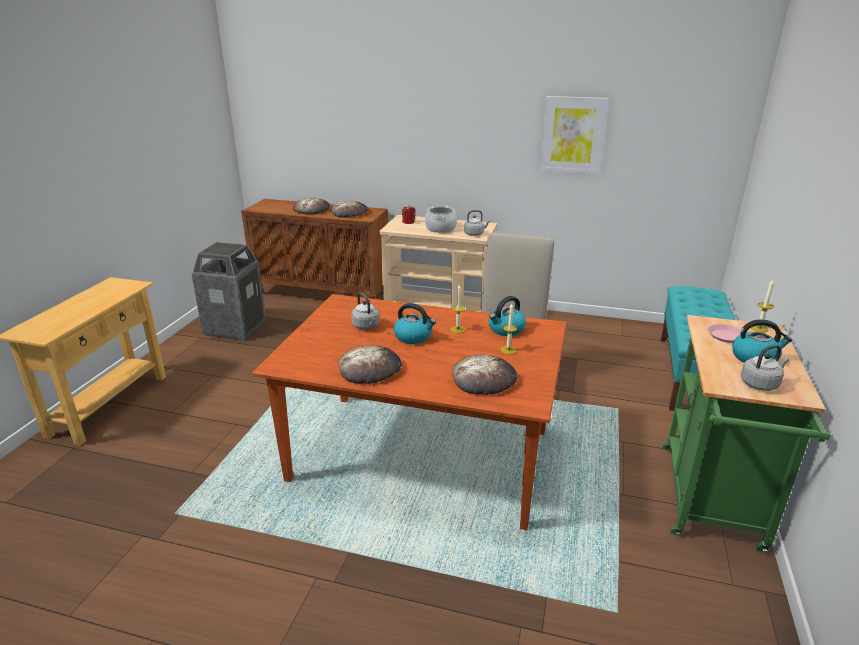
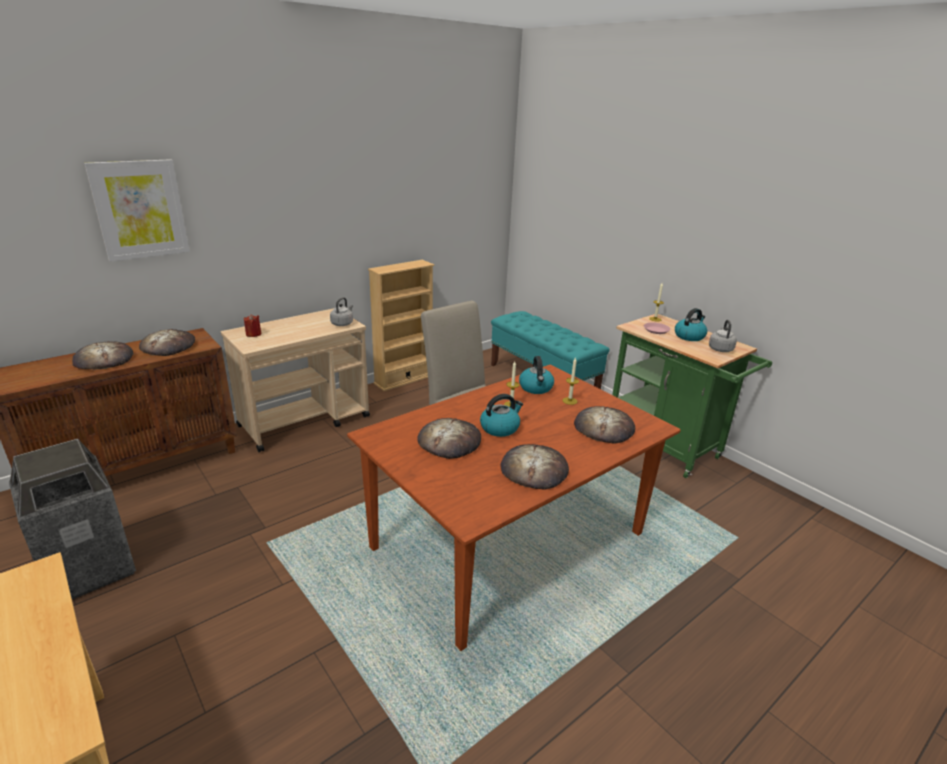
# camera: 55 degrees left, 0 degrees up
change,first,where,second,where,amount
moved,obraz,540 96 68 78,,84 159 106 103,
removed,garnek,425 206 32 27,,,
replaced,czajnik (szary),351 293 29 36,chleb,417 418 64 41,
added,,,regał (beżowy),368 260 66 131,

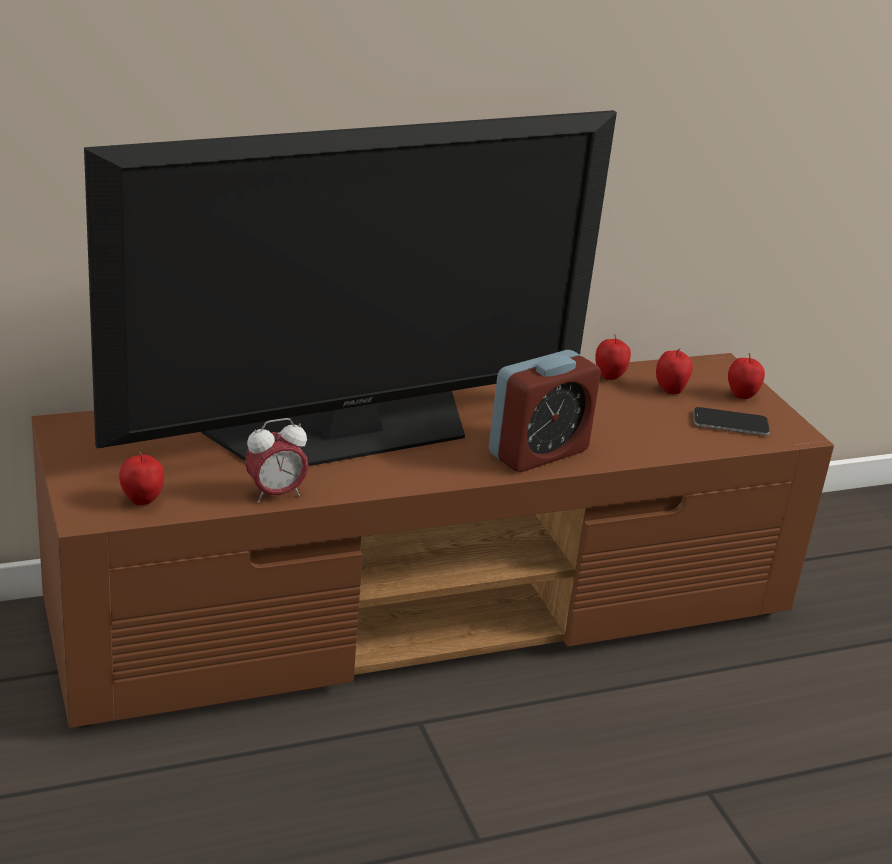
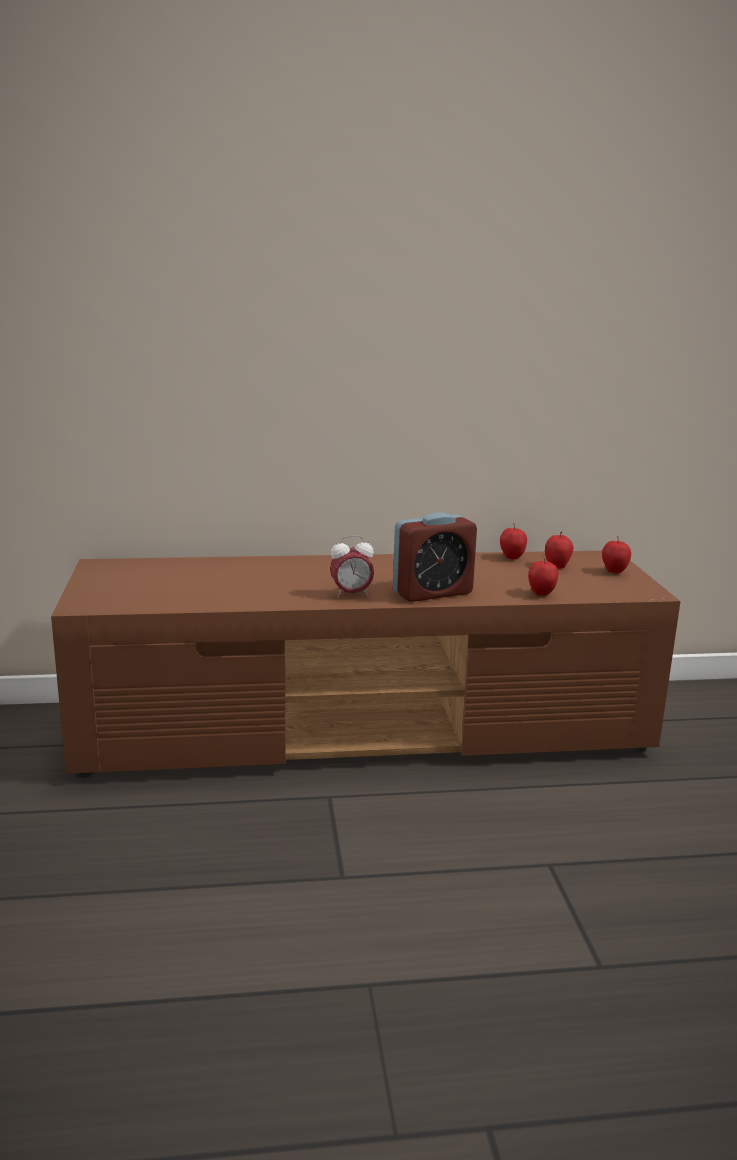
# camera: 15 degrees right, 10 degrees down
change,first,where,second,where,amount
removed,telewizor,84 110 533 356,,,
removed,telefon,694 407 76 29,,,
moved,budzik,245 418 64 85,,330 536 44 62,
moved,jabłko,119 450 45 55,,528 556 30 40,

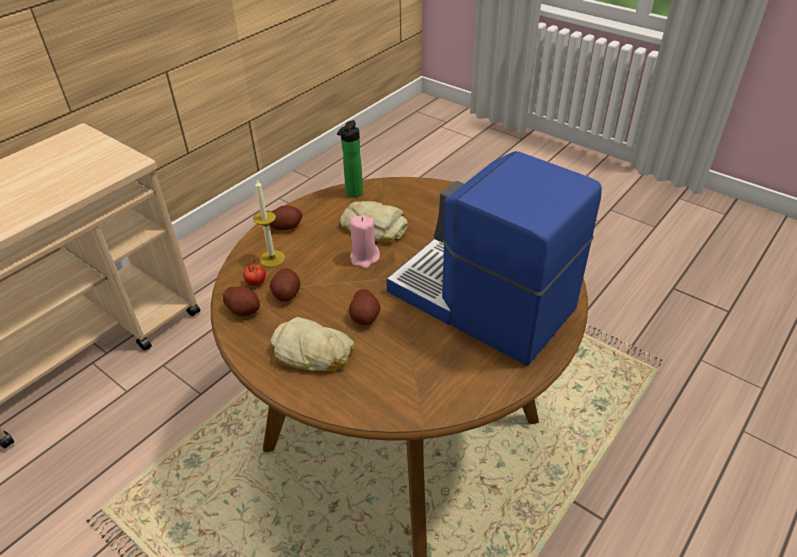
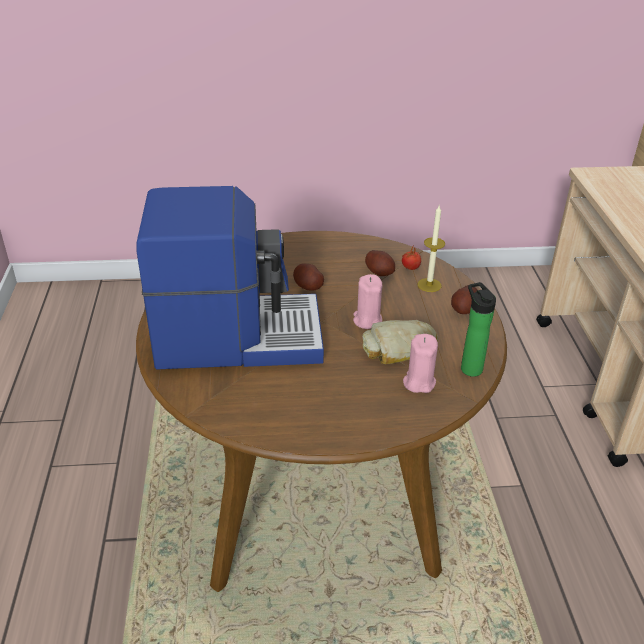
# camera: 135 degrees right, 5 degrees down
change,first,where,second,where,amount
removed,ziemniak,223 287 37 29,,,
removed,chleb,270 317 84 54,,,
added,,,świeca (różowy),403 334 35 59,

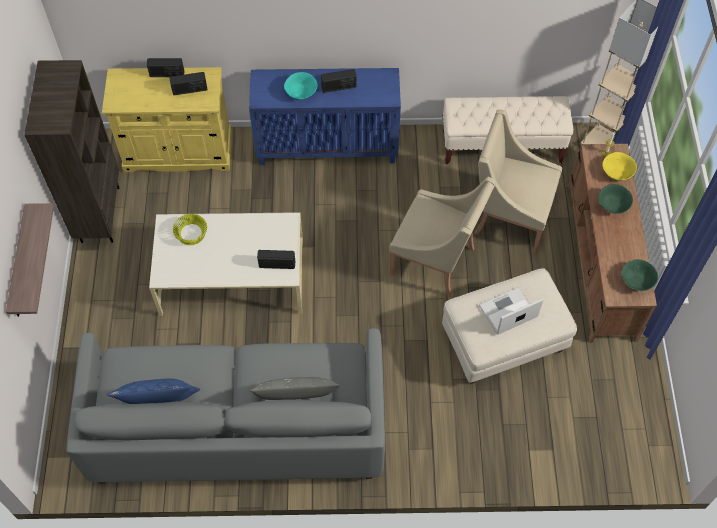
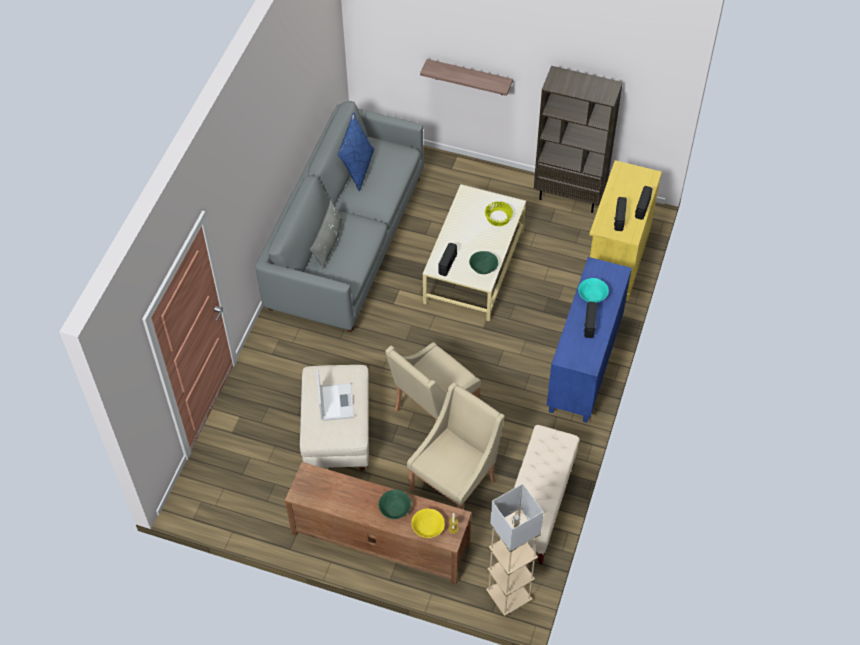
# camera: 110 degrees right, 5 degrees down
change,first,where,second,where,amount
moved,miska (zielony),621 259 37 32,,469 251 29 23,

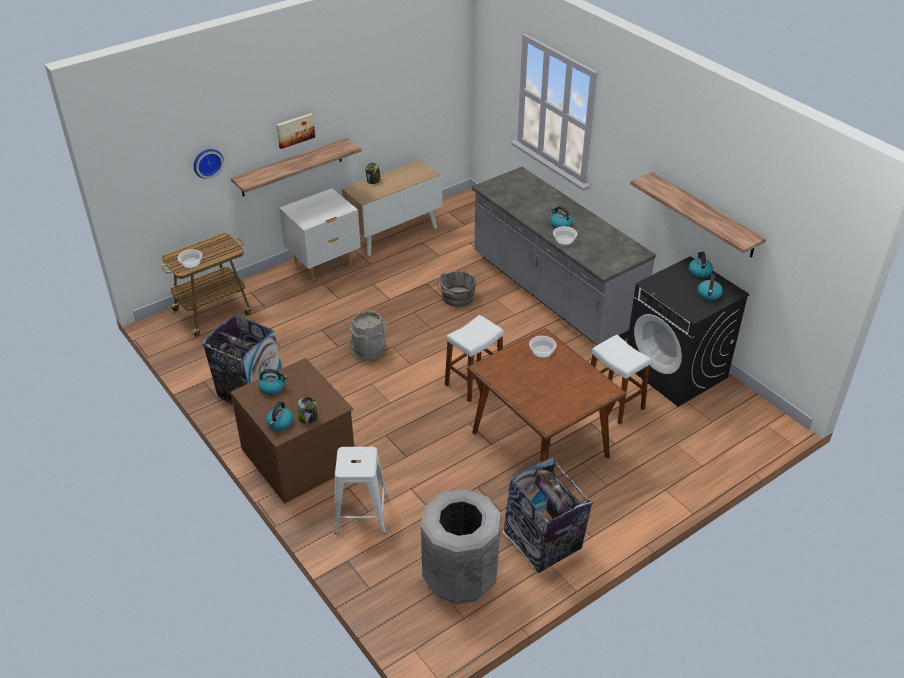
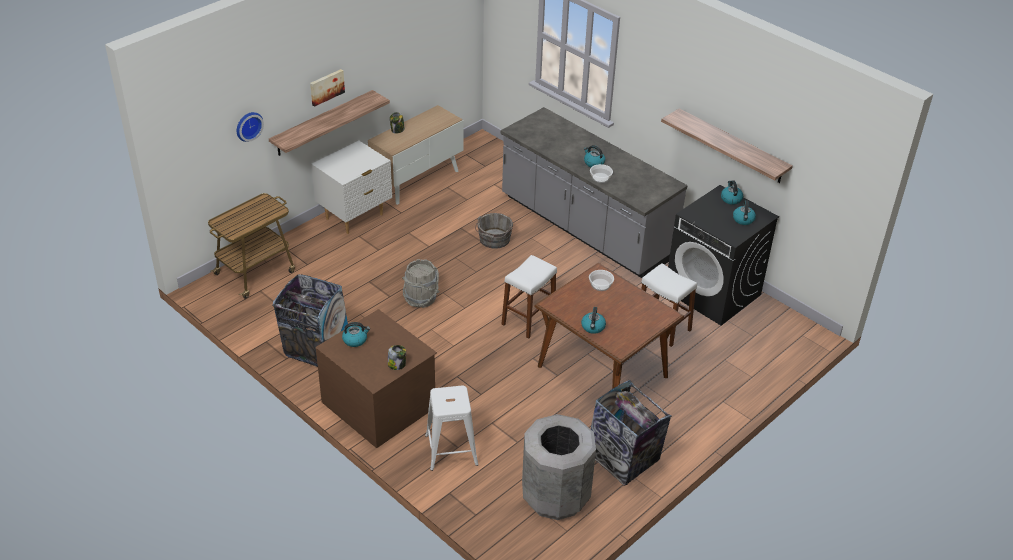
# camera: 10 degrees left, 0 degrees up
change,first,where,second,where,amount
removed,miska,178 249 24 20,,,
moved,czajnik,266 401 27 30,,581 307 25 27,

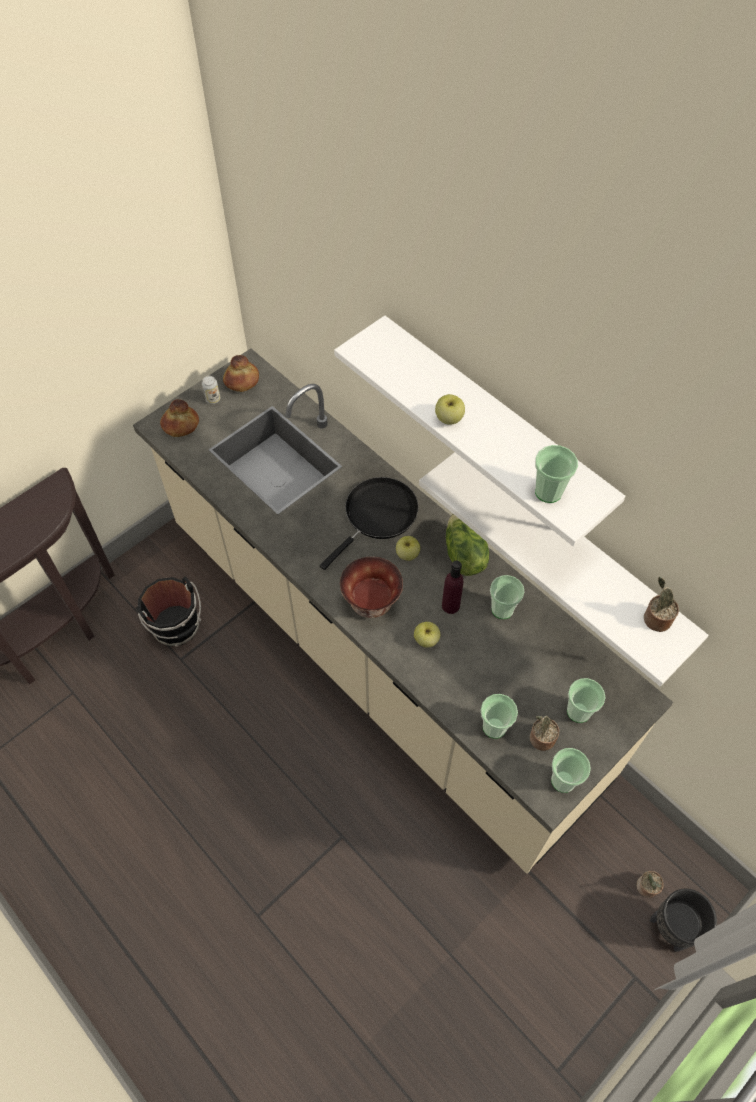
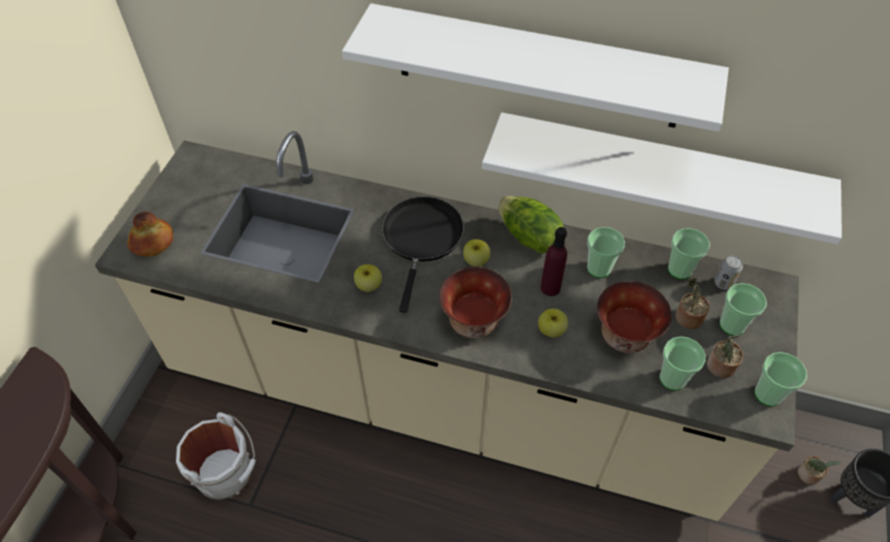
# camera: 30 degrees left, 5 degrees down
change,first,where,second,where,amount
removed,chleb,223 355 36 37,,,
moved,puszka,202 376 18 28,,714 255 29 35,
moved,jabłko,435 394 30 31,,354 264 28 28,
moved,filiżanka,535 445 43 58,,668 228 42 51,
recoloured,wiadro (czarny),136 577 65 70,wiadro (biały),176 412 80 88,
moved,roślina doniczkowa,644 577 35 55,,675 278 34 51,
added,,,miska,597 281 75 72,

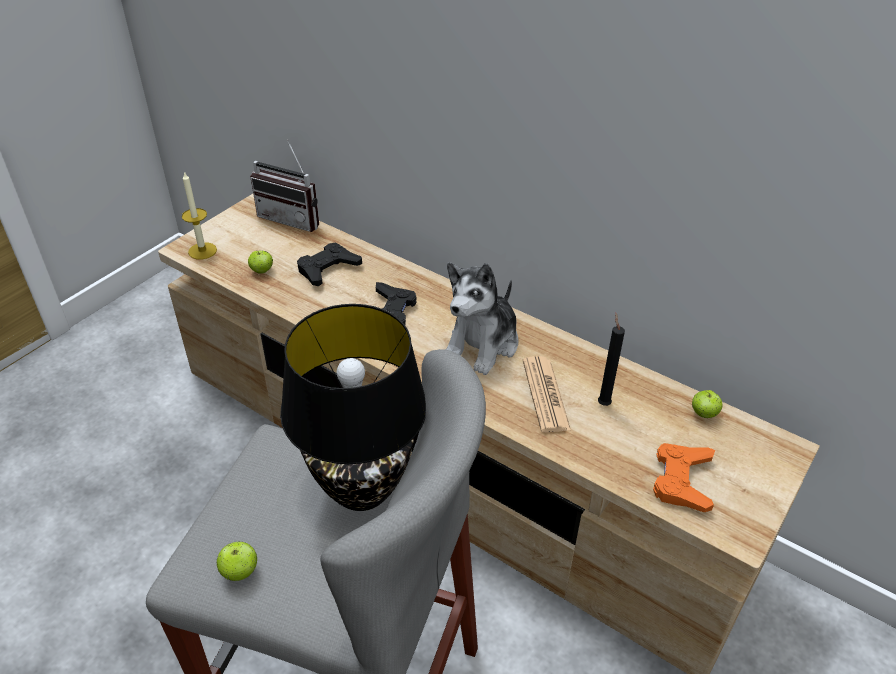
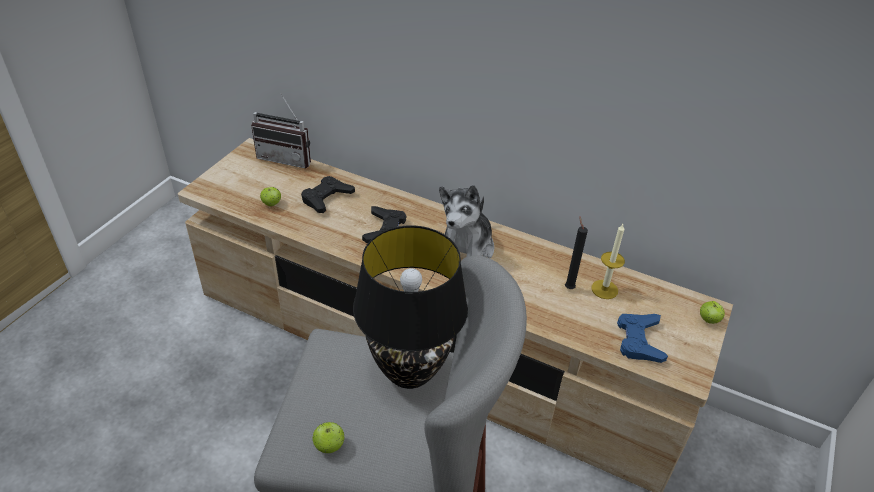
# camera: 10 degrees left, 0 degrees up
change,first,where,second,where,amount
moved,świeca,182 171 35 88,,591 224 34 75,
removed,gazeta,523 356 48 77,,,
moved,jabłko,692 390 30 28,,700 301 25 23,
recoloured,pad do gier (pomarańczowy),653 443 62 69,pad do gier (niebieski),617 314 51 49,

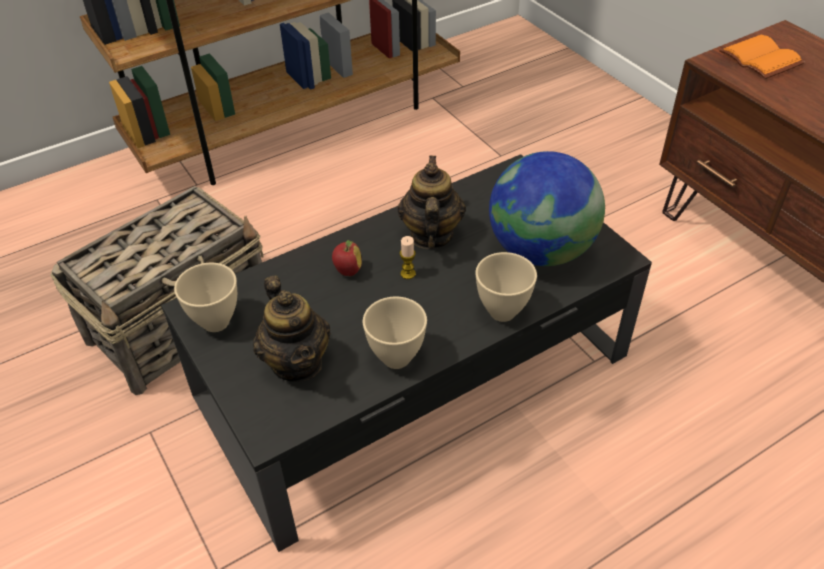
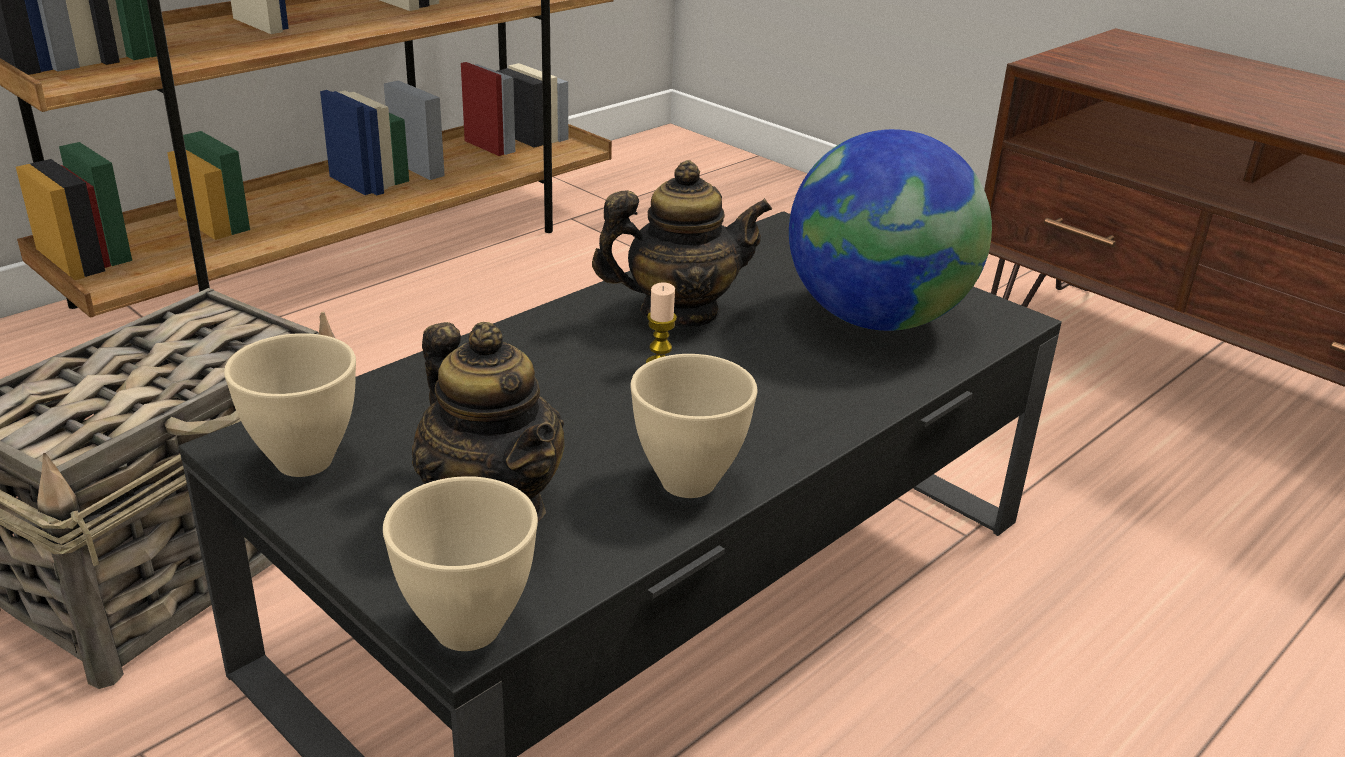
# camera: 15 degrees left, 15 degrees down
change,first,where,second,where,amount
removed,książka (pomarańczowy),719 34 86 45,,,
turned,imbryk,397 156 69 93,,592 160 180 168,90 degrees clockwise
removed,jabłko,332 240 30 36,,,
moved,miska (beżowy),475 252 62 70,,383 476 155 175,

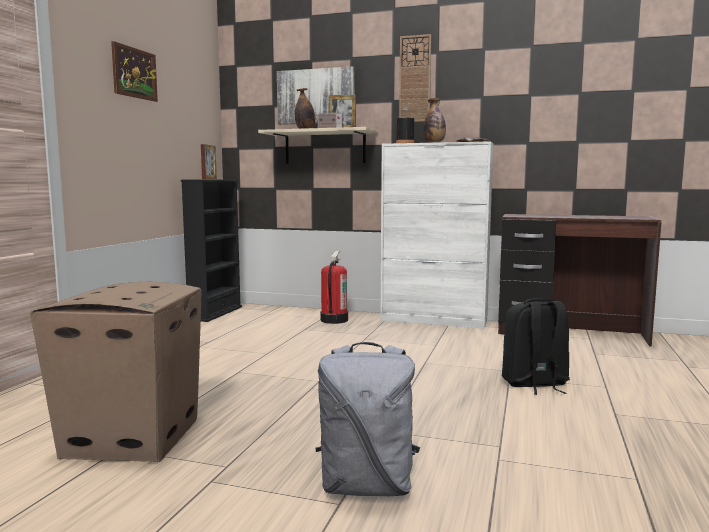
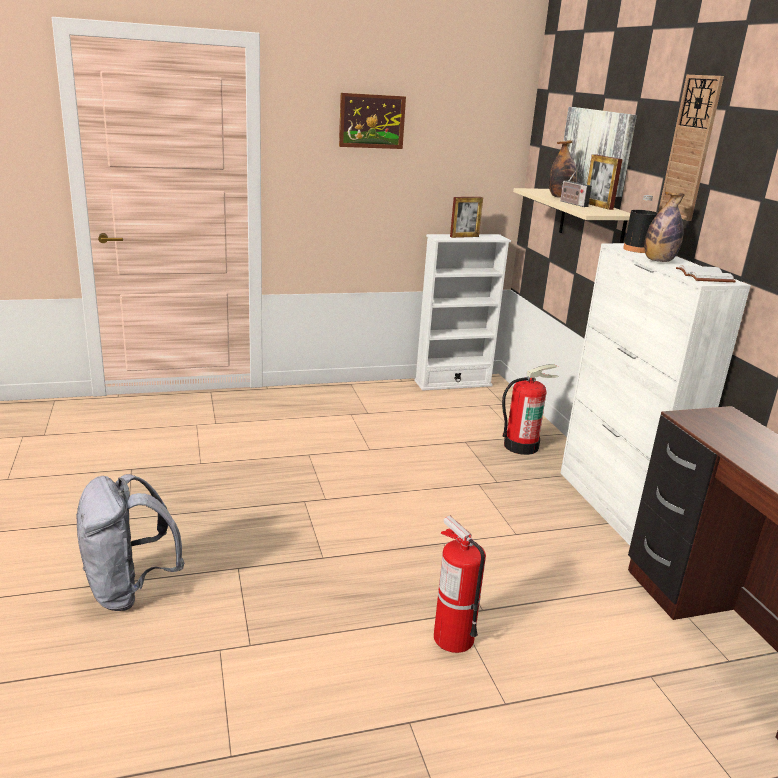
# camera: 55 degrees right, 15 degrees up
change,first,where,second,where,amount
recoloured,regał (czarny),181 180 61 142,regał (biały),414 234 97 157,
removed,karton,30 282 172 180,,,
replaced,plecak (czarny),502 298 68 97,gaśnica,434 516 52 137,

